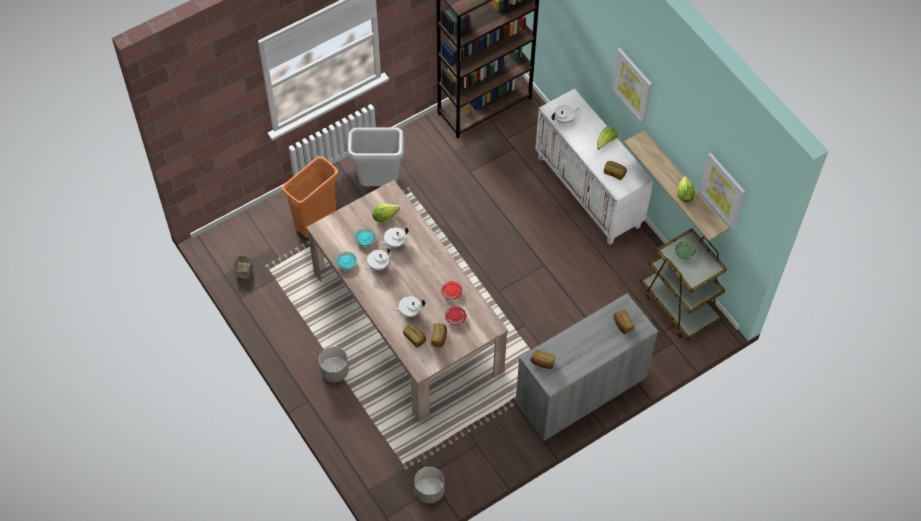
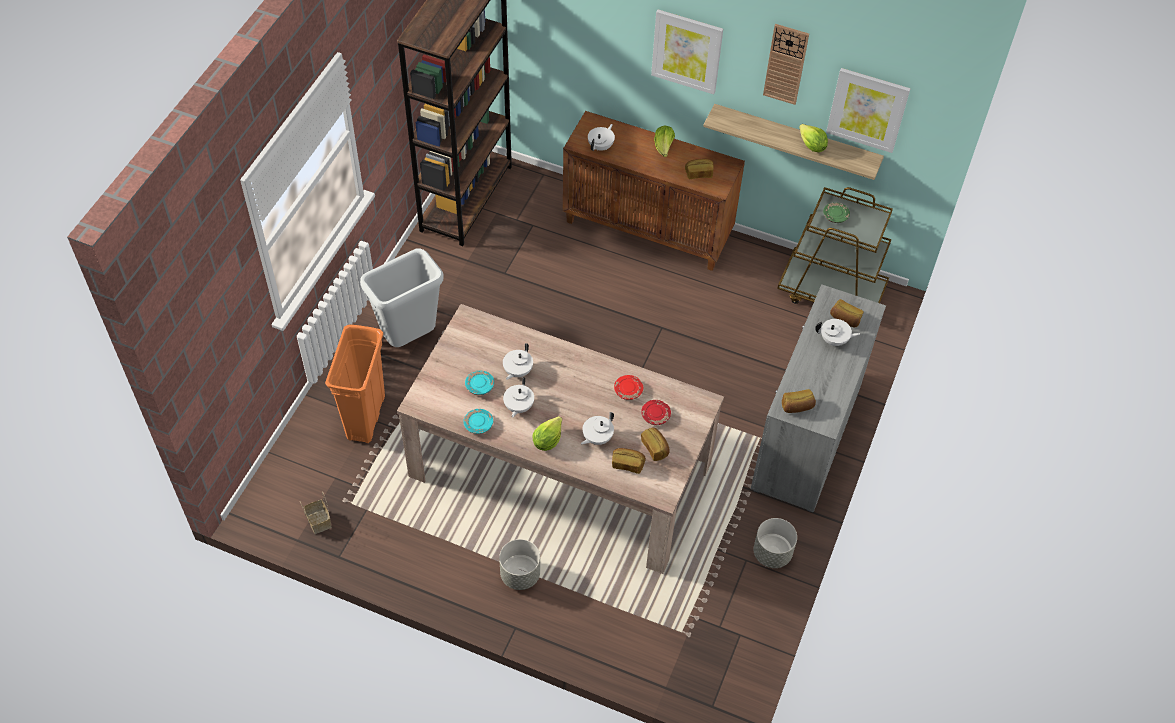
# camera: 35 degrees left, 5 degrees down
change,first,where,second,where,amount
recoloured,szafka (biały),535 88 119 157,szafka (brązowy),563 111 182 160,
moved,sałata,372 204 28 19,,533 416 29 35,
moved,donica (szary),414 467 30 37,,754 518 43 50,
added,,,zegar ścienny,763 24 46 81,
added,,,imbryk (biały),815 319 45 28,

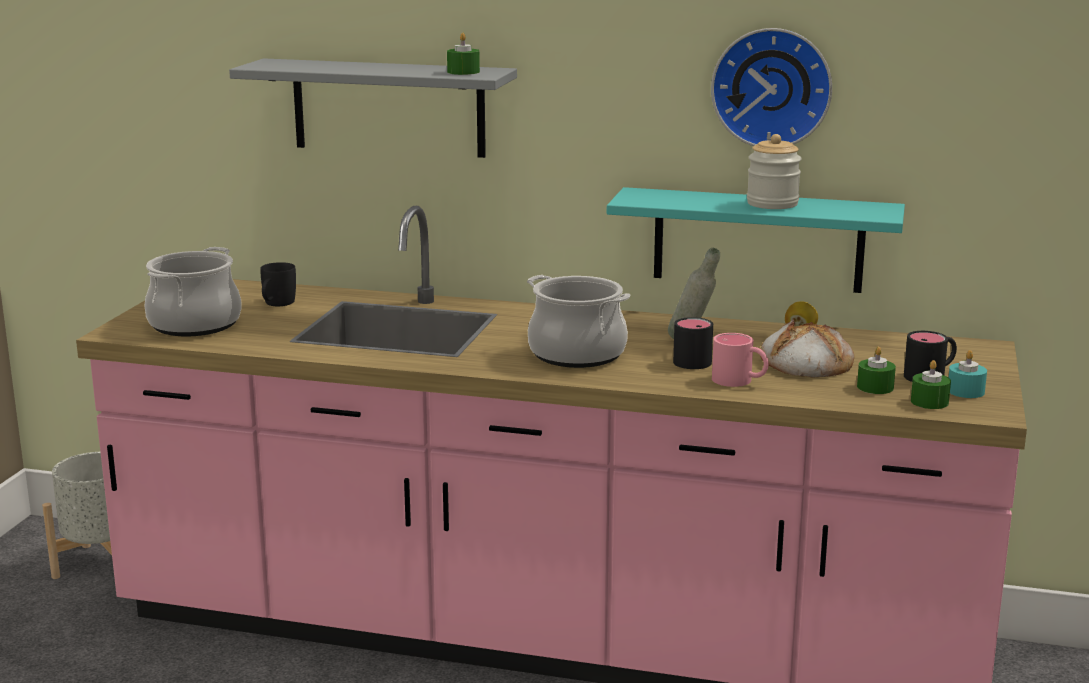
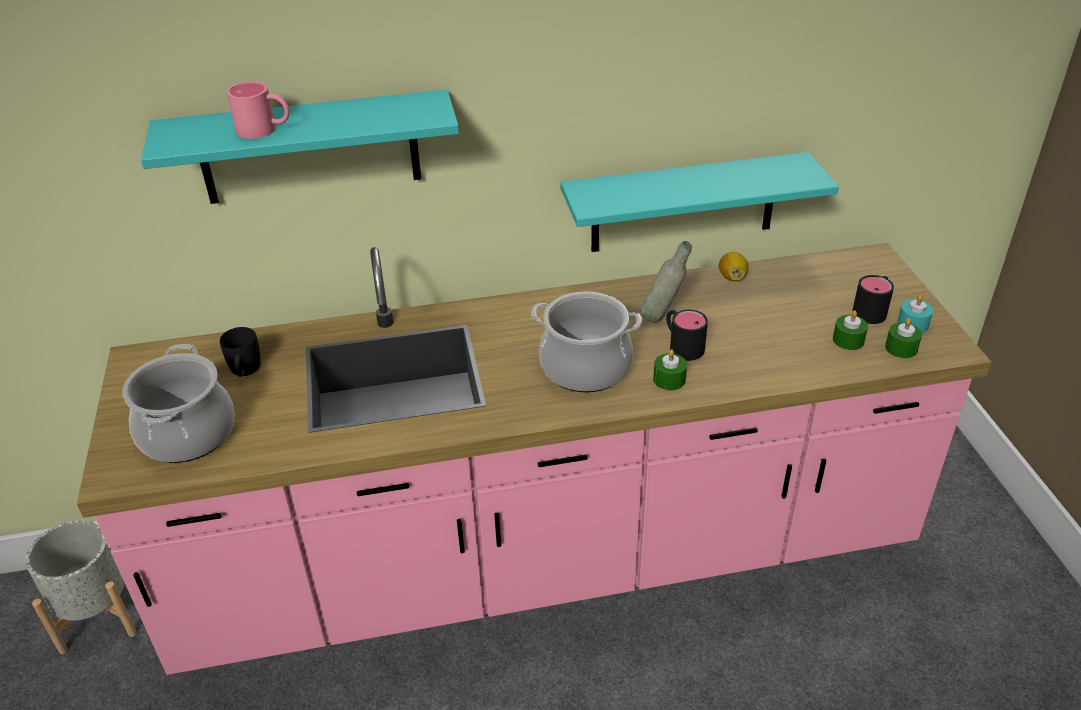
# camera: 25 degrees left, 20 degrees up
change,first,where,second,where,amount
removed,zegar ścienny,711 28 121 118,,,
moved,świeca (zielony),447 33 33 42,,653 349 34 41,
recoloured,półka (szary),229 58 288 100,półka (turkusowy),141 89 318 115,
removed,słoik,747 134 55 75,,,
removed,chleb,760 319 94 59,,,
moved,kubek (różowy),712 333 57 54,,227 81 62 58,

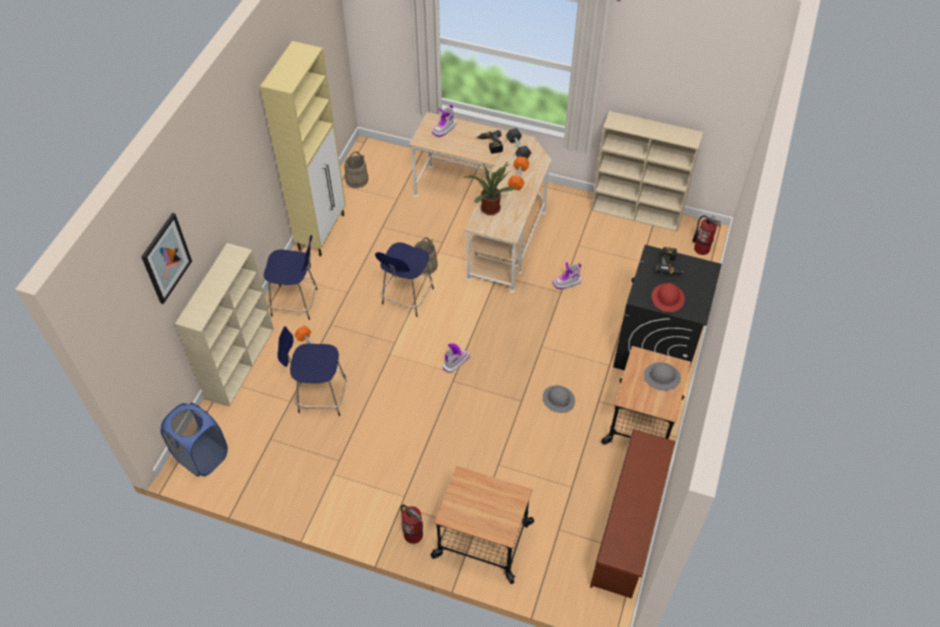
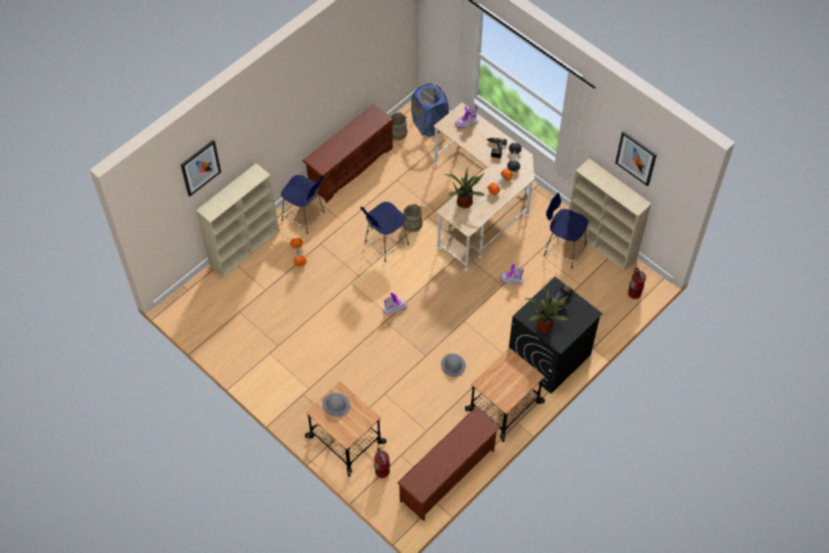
# camera: 25 degrees right, 5 degrees up
change,first,where,second,where,amount
replaced,szafka (beżowy),260 41 86 215,regał na buty (brązowy),303 104 91 99,
replaced,kask (czerwony),652 283 33 29,roślina doniczkowa,525 290 43 42,
moved,stołek (niebieski),277 326 70 90,,544 192 44 77,
moved,kask (szary),644 362 37 28,,322 393 28 24,
moved,kosz na pranie (niebieski),161 403 67 74,,412 84 37 53,
moved,gaśnica,401 504 22 40,,374 448 16 30,
added,,,obraz,615 131 42 55,

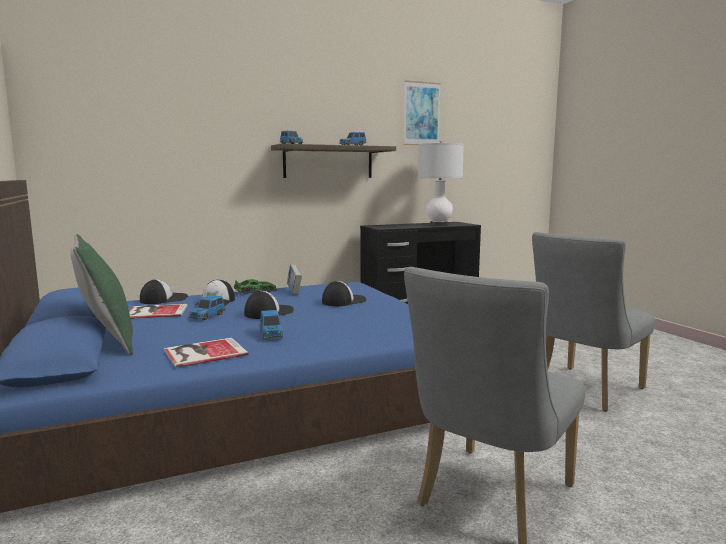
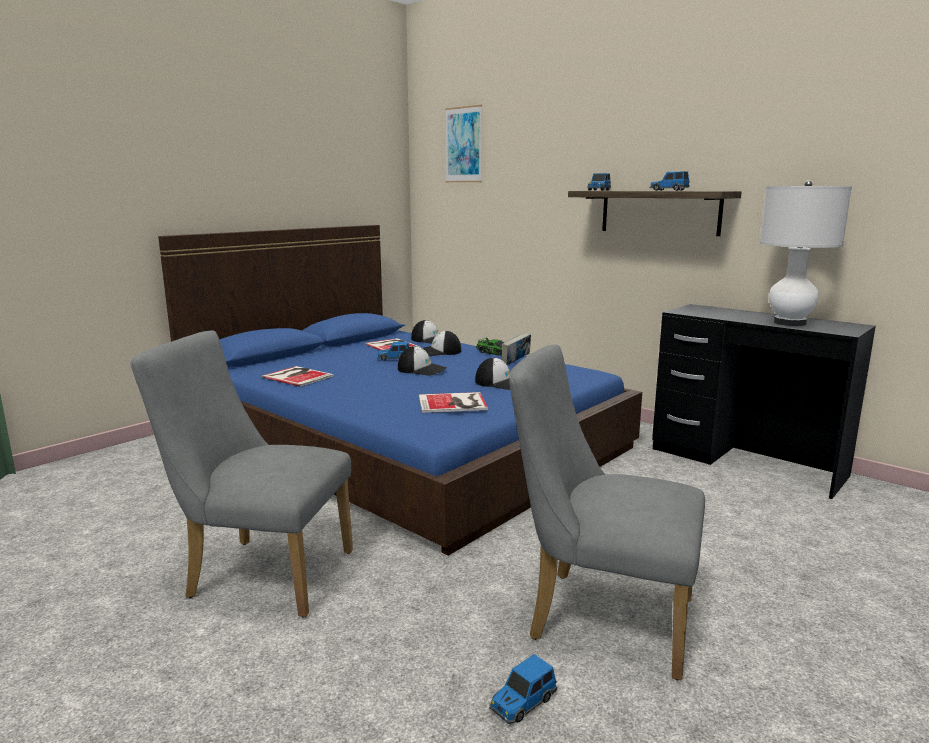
# camera: 65 degrees right, 5 degrees up
change,first,where,second,where,amount
moved,obraz,404 80 37 65,,445 105 37 77,
removed,poduszka (zielony),70 234 63 121,,,
moved,samochodzik,259 310 24 29,,489 654 68 70,
added,,,książka,419 392 69 21,

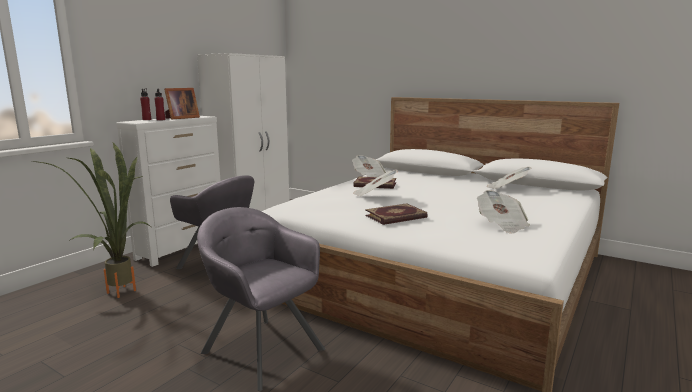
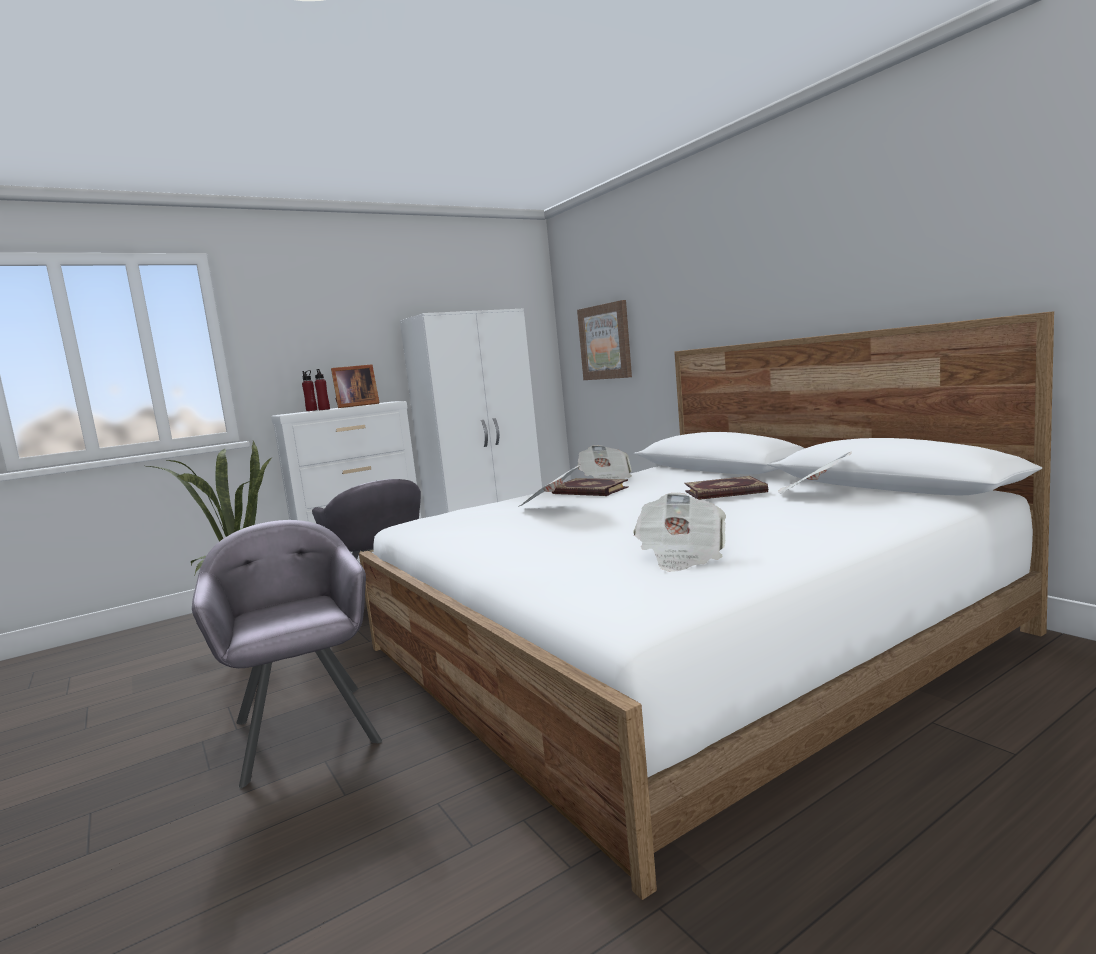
# camera: 25 degrees right, 5 degrees down
change,first,where,second,where,amount
moved,książka,365 203 63 22,,684 476 84 24,
added,,,obraz,577 300 55 80,

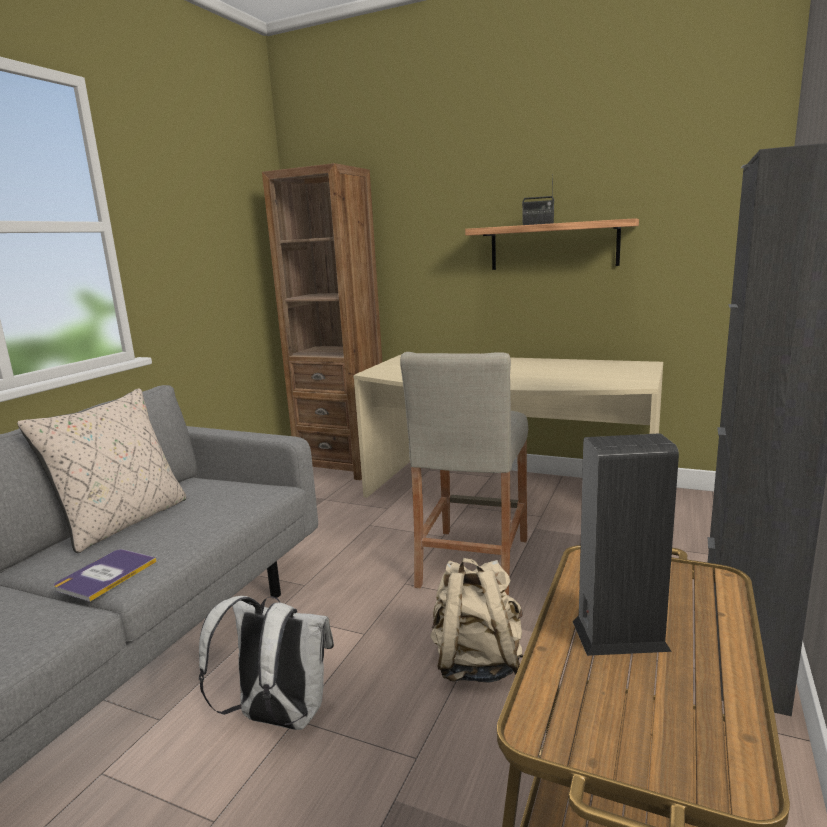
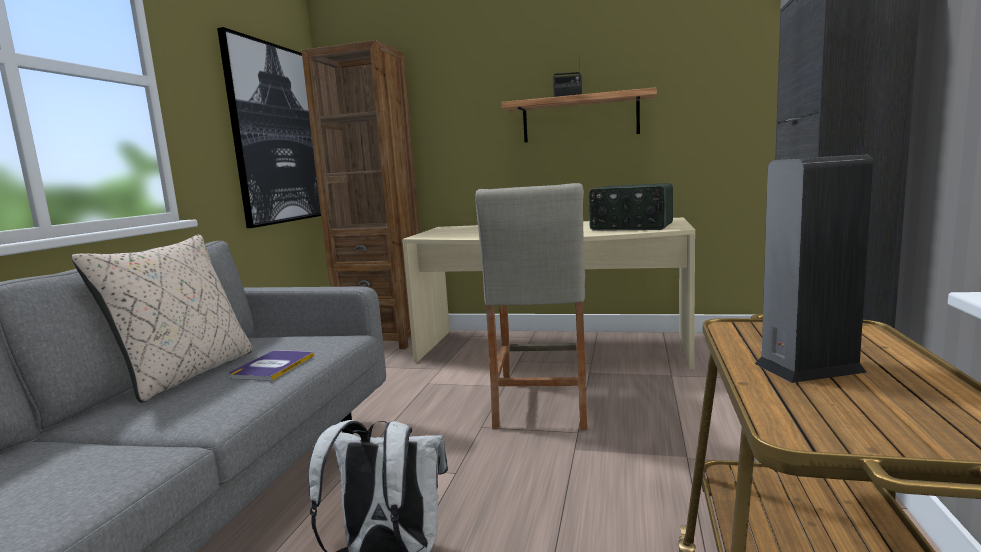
# camera: 10 degrees left, 5 degrees down
change,first,where,second,where,amount
moved,książka,54 549 103 53,,229 350 85 31,
removed,plecak (beżowy),430 558 94 124,,,
added,,,obraz,217 27 104 201,
added,,,radio,589 183 84 48,

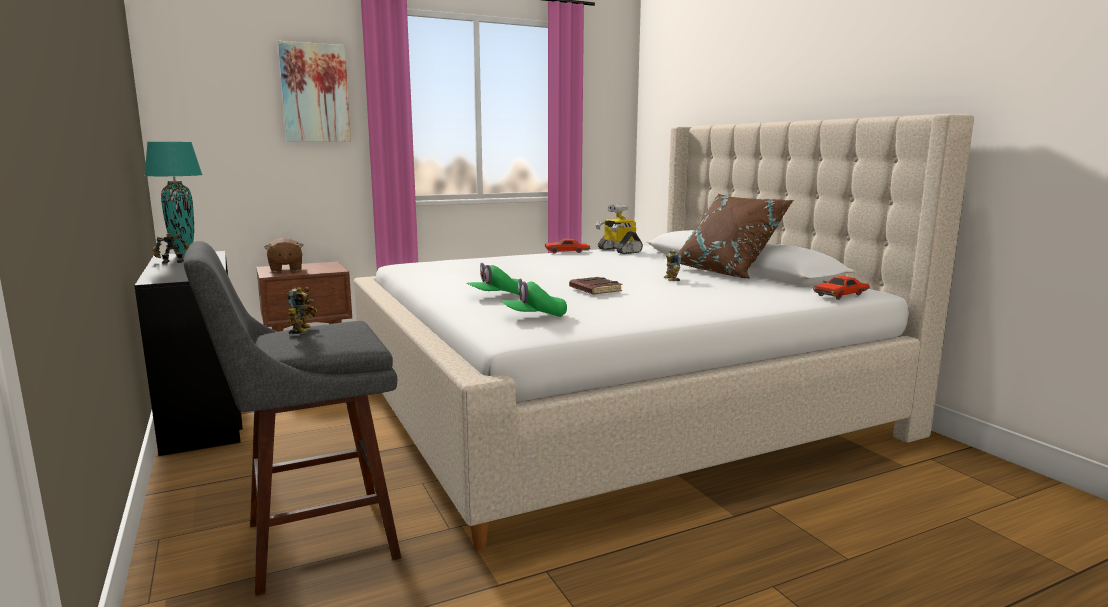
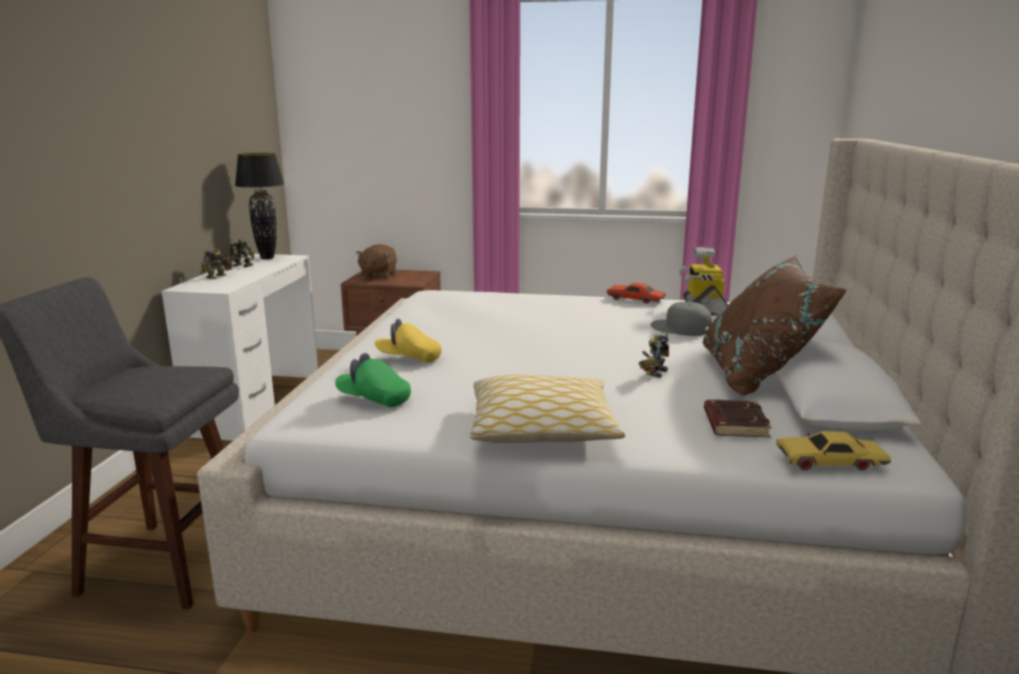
# camera: 35 degrees right, 5 degrees up
change,first,where,second,where,amount
removed,obraz,278 41 73 101,,,
recoloured,lampa stołowa (turkusowy),144 142 59 115,lampa stołowa (czarny),235 153 49 106,
recoloured,biurko (czarny),134 251 109 205,biurko (biały),162 254 156 187,
recoloured,czapka z daszkiem (zielony),467 263 52 32,czapka z daszkiem (żółty),375 319 67 43,
recoloured,samochodzik (czerwony),813 276 57 24,samochodzik (żółty),776 431 115 40,
moved,książka (brązowy),569 277 54 18,,704 400 68 38,
moved,robot zabawkowy,287 287 31 47,,201 249 32 30,
added,,,czapka z daszkiem (szary),650 302 62 34,
added,,,poduszka,470 375 155 68,

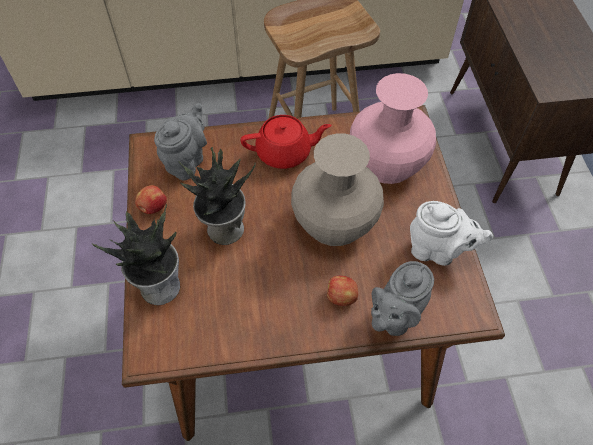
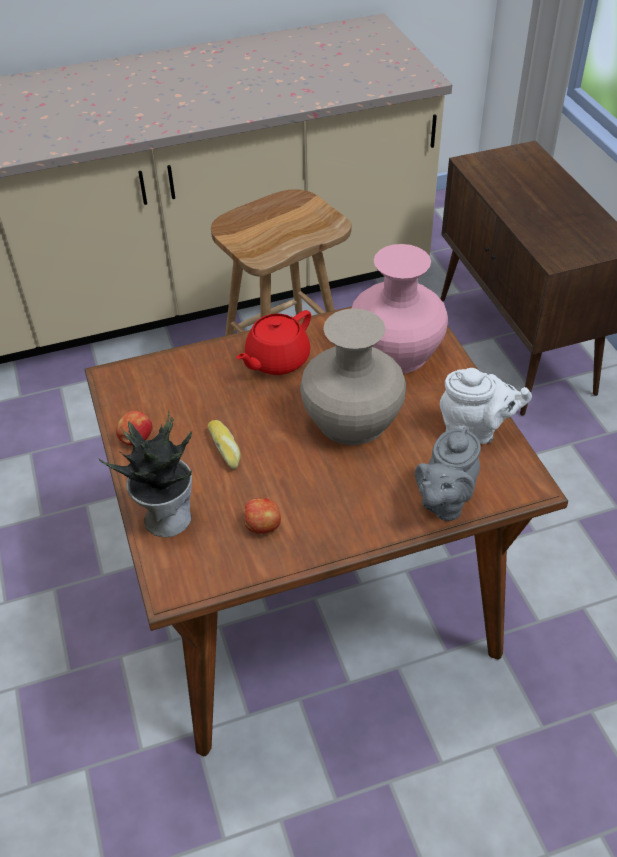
# camera: 10 degrees left, 10 degrees down
change,first,where,second,where,amount
removed,imbryk (szary),154 103 53 78,,,
turned,imbryk (czerwony),240 115 92 54,,236 310 75 65,150 degrees clockwise
replaced,roślina doniczkowa,178 147 78 98,chleb,207 420 34 49,
moved,jabłko,327 276 31 30,,244 498 37 36,

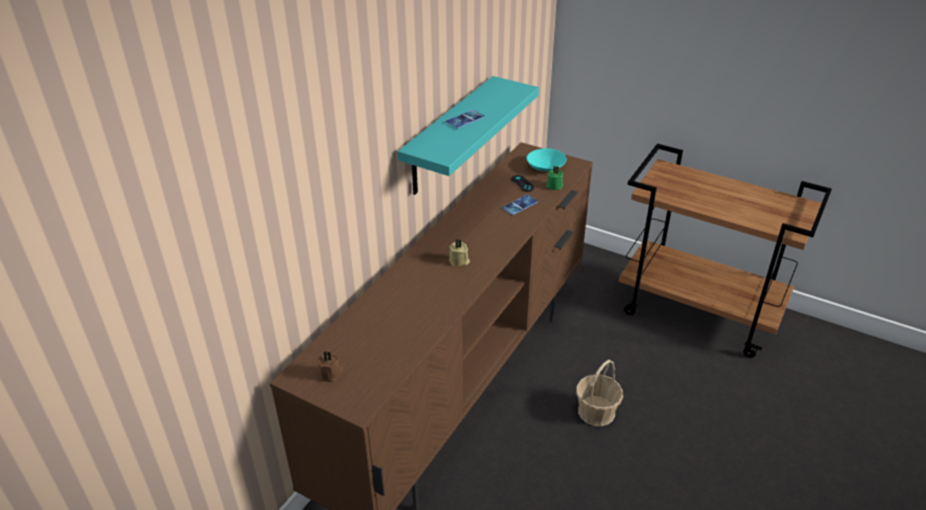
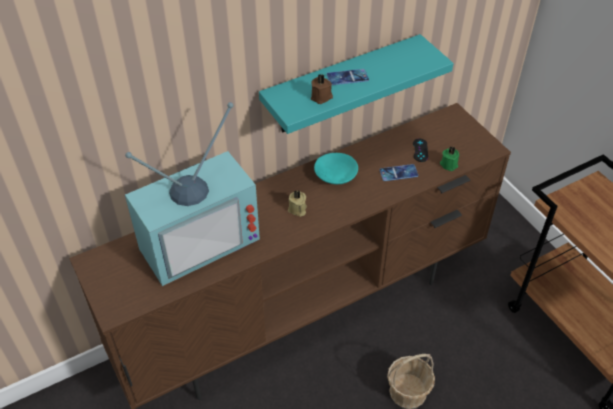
# camera: 30 degrees right, 10 degrees up
change,first,where,second,where,amount
moved,miska (turkusowy),526 148 41 23,,314 153 44 31,
moved,świeca (brązowy),317 351 26 31,,311 74 22 30,
added,,,telewizor,125 102 135 184,

